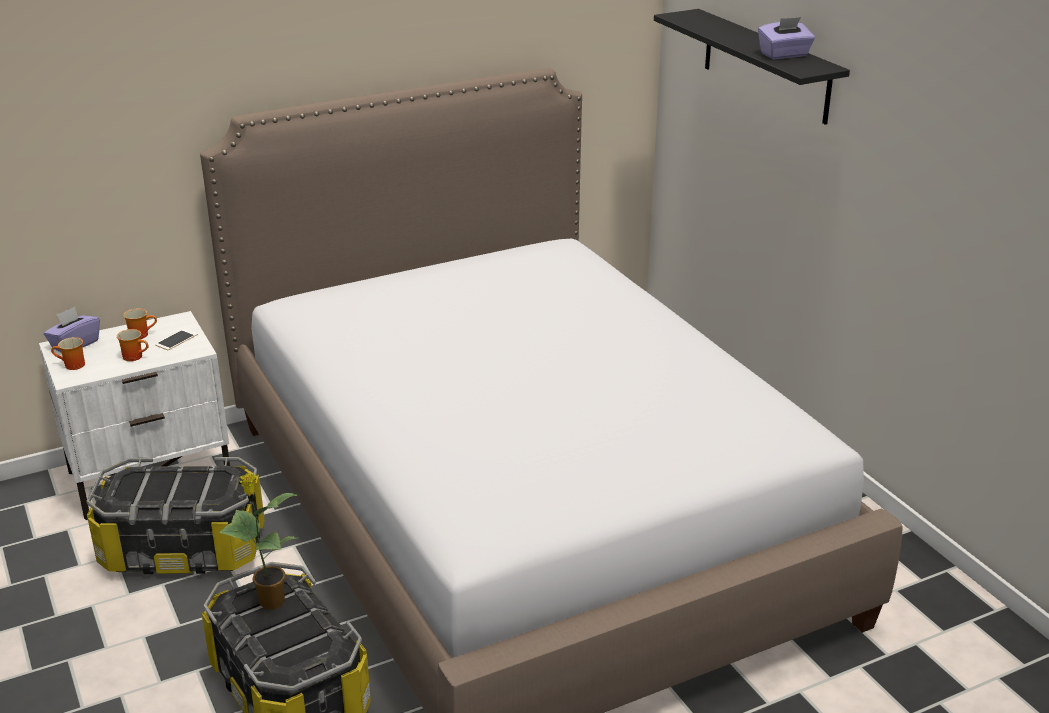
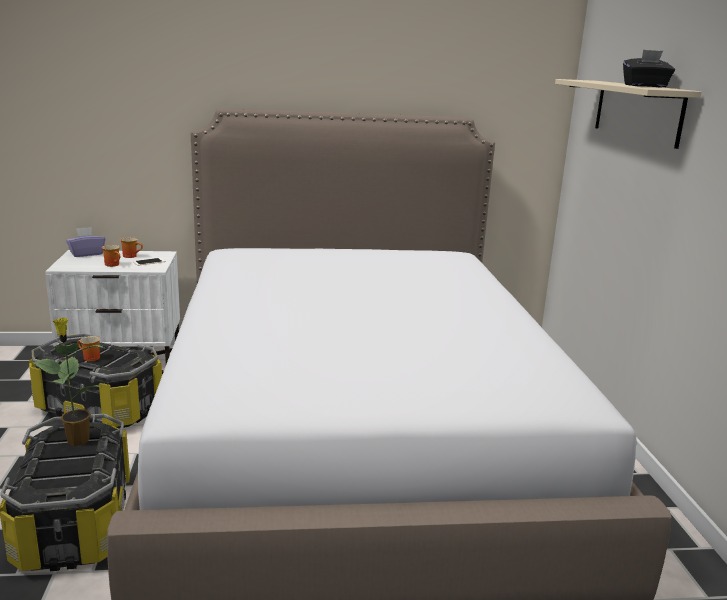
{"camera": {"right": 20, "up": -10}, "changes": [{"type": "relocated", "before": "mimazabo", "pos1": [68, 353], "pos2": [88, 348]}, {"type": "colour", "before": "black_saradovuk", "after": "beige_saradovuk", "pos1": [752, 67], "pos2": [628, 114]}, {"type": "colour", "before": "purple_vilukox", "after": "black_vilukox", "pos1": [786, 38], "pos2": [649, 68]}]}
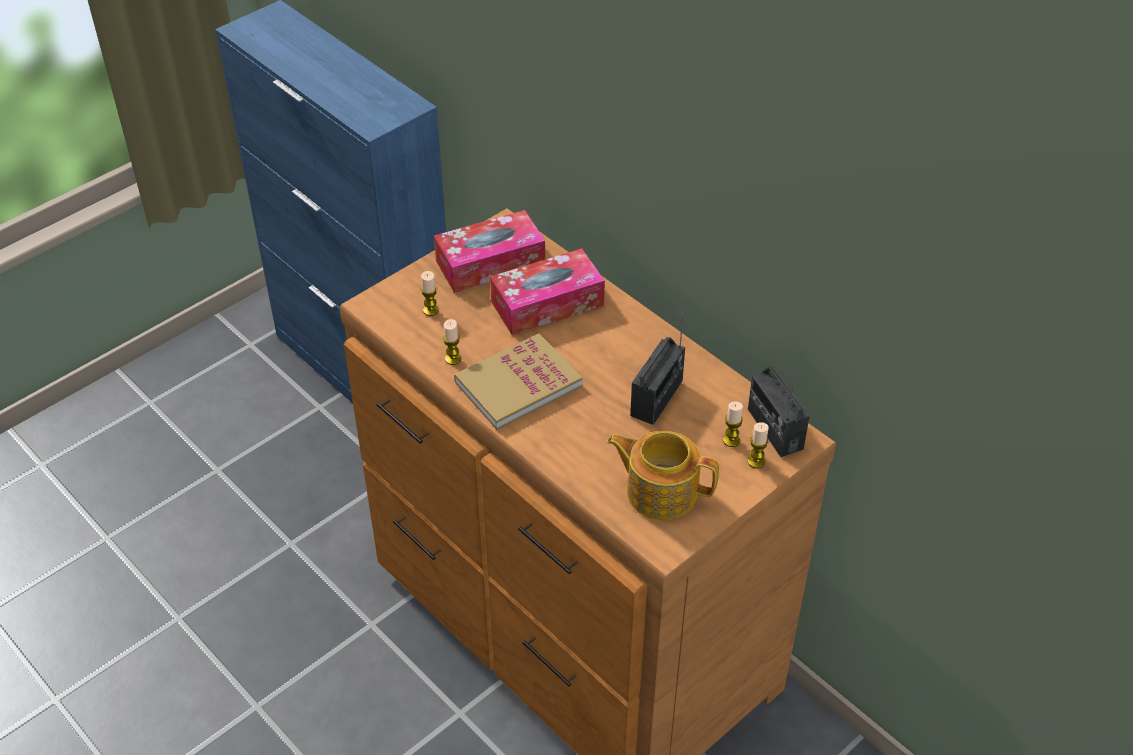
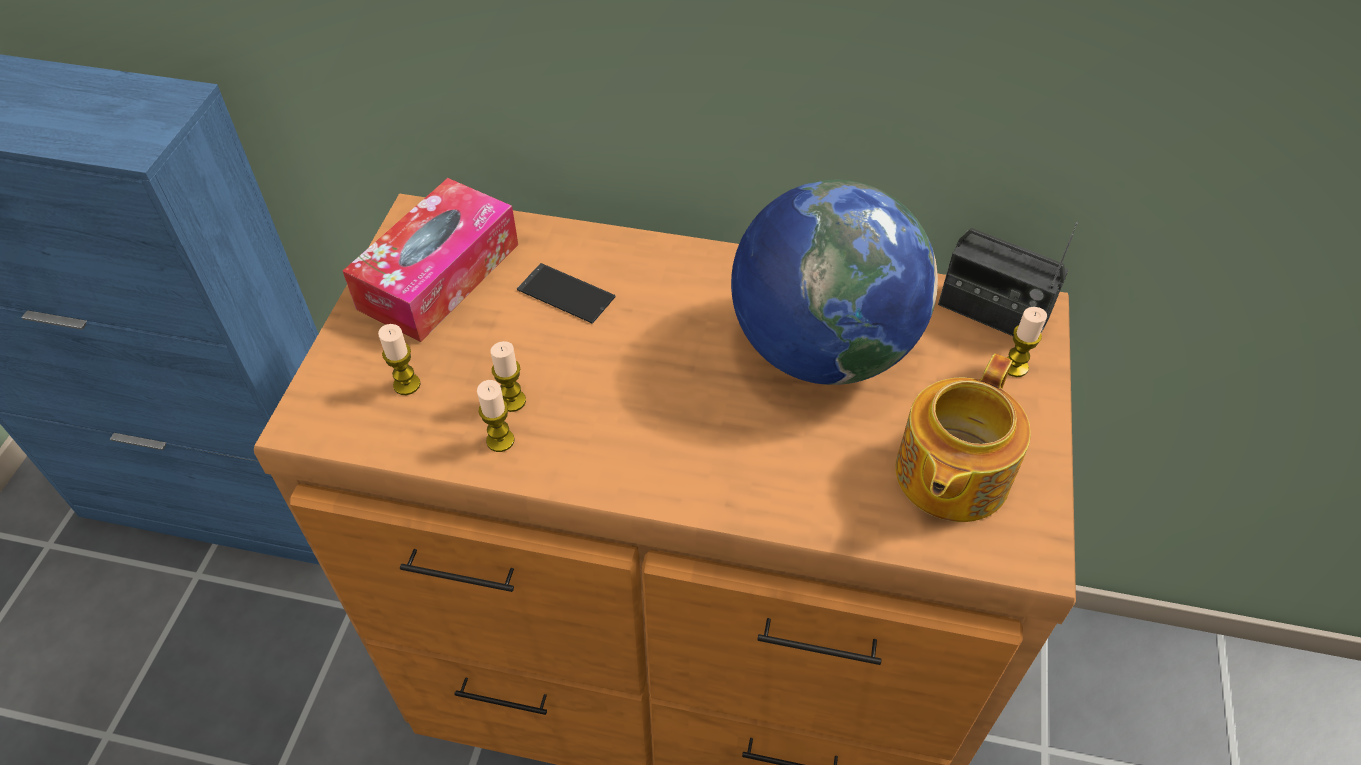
{"camera": {"right": -35, "up": 5}, "changes": [{"type": "missing", "before": "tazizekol", "pos1": [518, 381]}, {"type": "exchanged", "before": "vilukox", "after": "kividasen", "pos1": [547, 291], "pos2": [566, 293]}, {"type": "spun", "before": "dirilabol", "pos1": [663, 475], "pos2": [963, 438], "turn": -45}, {"type": "exchanged", "before": "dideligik", "after": "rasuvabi", "pos1": [657, 366], "pos2": [834, 282]}, {"type": "relocated", "before": "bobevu", "pos1": [733, 424], "pos2": [508, 376]}]}
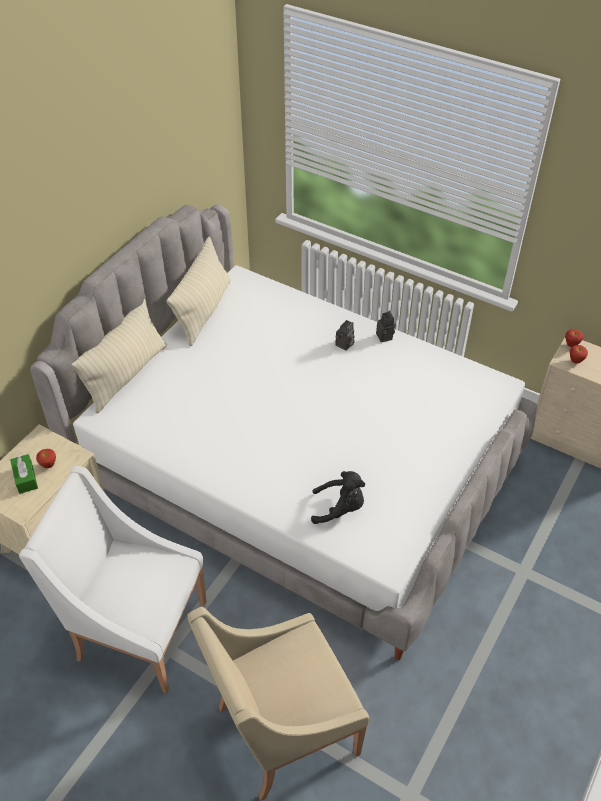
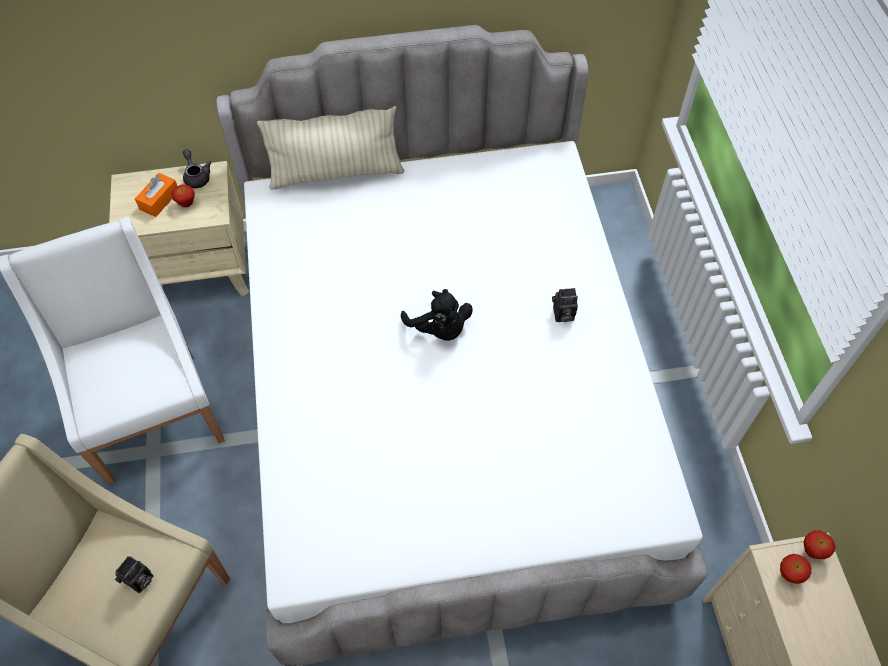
{"camera": {"right": 50, "up": 10}, "changes": [{"type": "colour", "before": "green_vilukox", "after": "orange_vilukox", "pos1": [24, 474], "pos2": [156, 195]}, {"type": "missing", "before": "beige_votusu", "pos1": [199, 291]}, {"type": "relocated", "before": "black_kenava", "pos1": [338, 497], "pos2": [437, 315]}, {"type": "relocated", "before": "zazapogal", "pos1": [386, 326], "pos2": [134, 574]}, {"type": "appeared", "after": "grey_dirilabol", "pos2": [197, 168]}]}
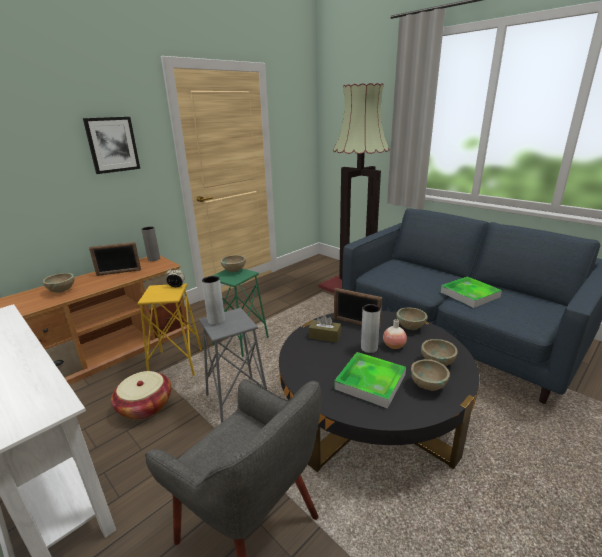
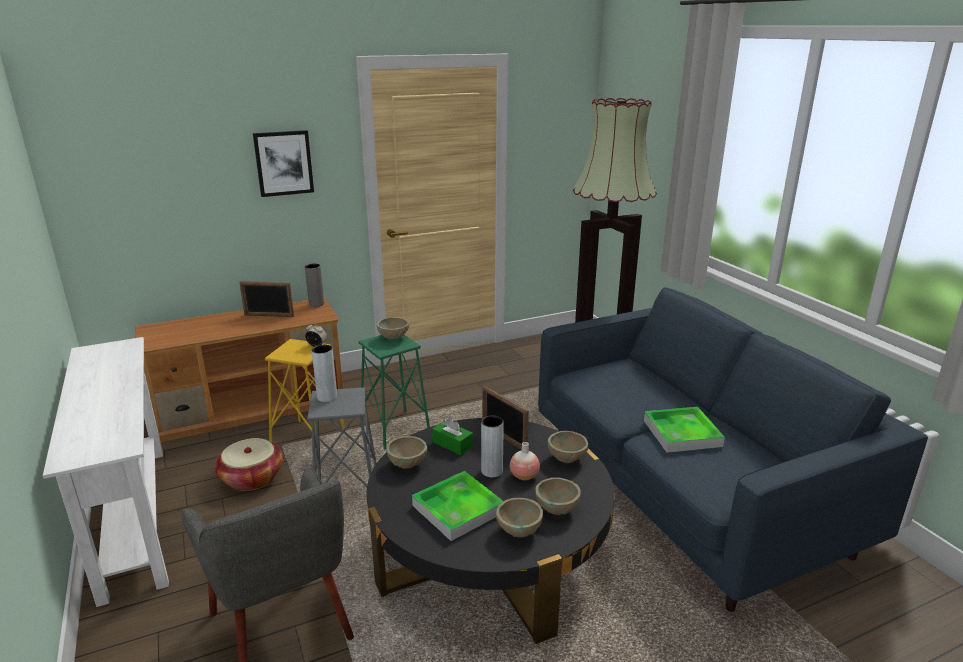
{"camera": {"right": 20, "up": 0}, "changes": [{"type": "relocated", "before": "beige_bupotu", "pos1": [59, 283], "pos2": [407, 452]}, {"type": "colour", "before": "brown_vilukox", "after": "green_vilukox", "pos1": [325, 329], "pos2": [452, 436]}]}
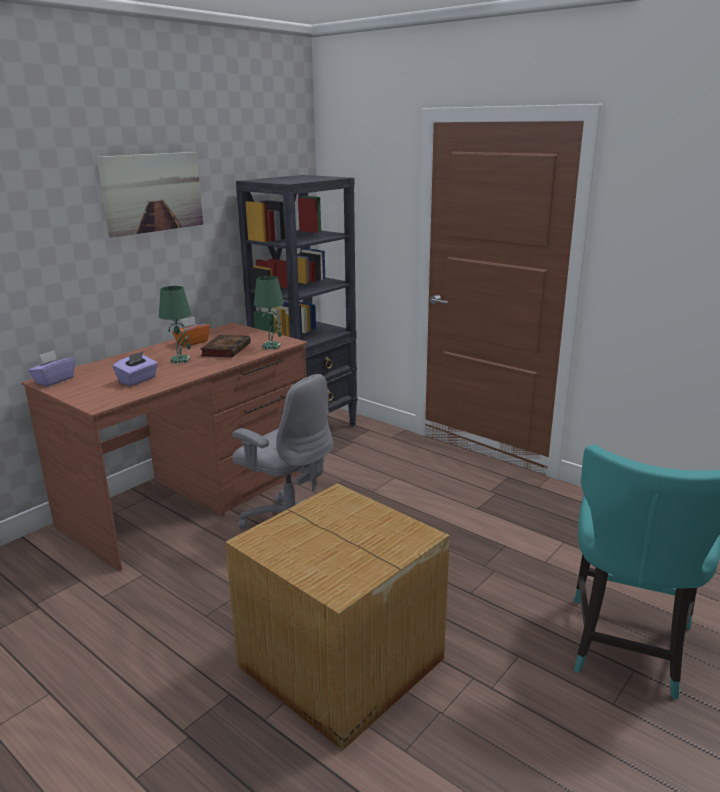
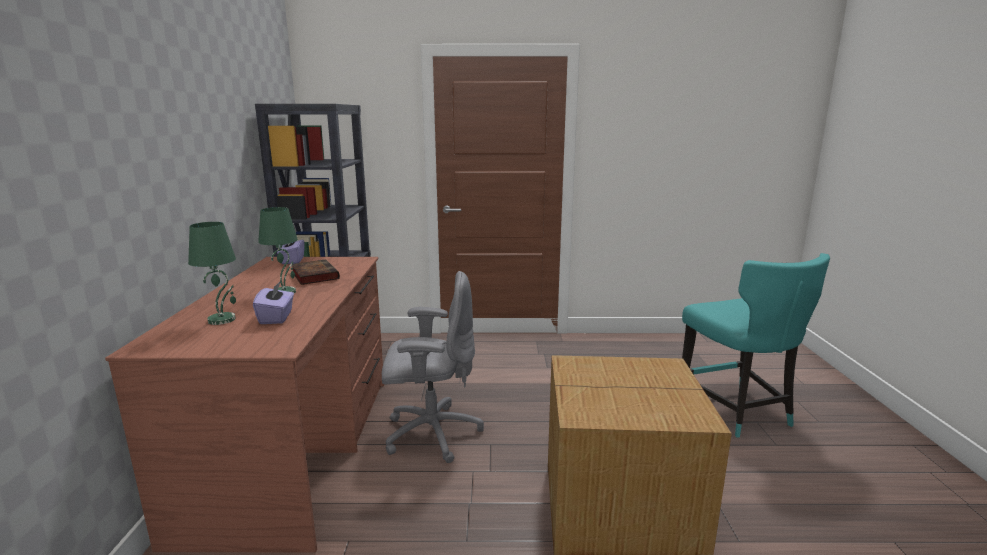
{"camera": {"right": -40, "up": -5}, "changes": [{"type": "relocated", "before": "purple_vilukox", "pos1": [52, 368], "pos2": [290, 252]}, {"type": "missing", "before": "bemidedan", "pos1": [150, 195]}, {"type": "missing", "before": "orange_vilukox", "pos1": [191, 332]}, {"type": "relocated", "before": "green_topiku", "pos1": [269, 313], "pos2": [212, 273]}]}
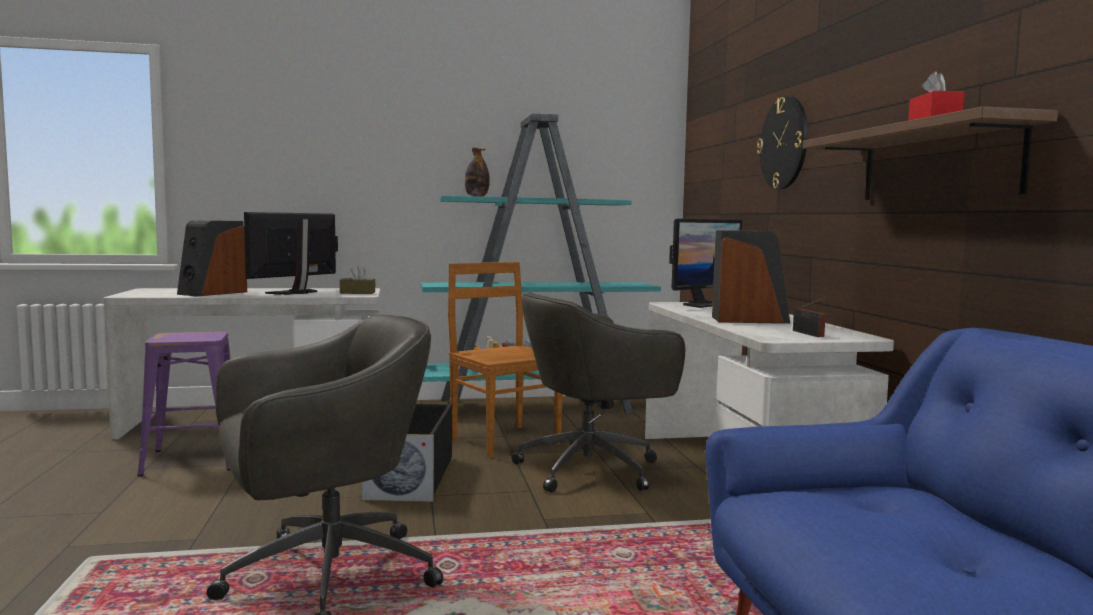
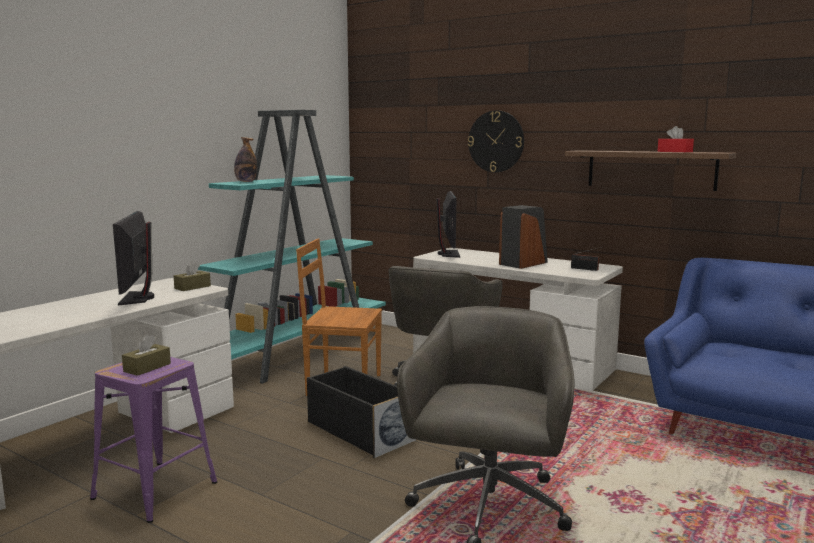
{"camera": {"right": -45, "up": 5}, "changes": [{"type": "missing", "before": "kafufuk", "pos1": [212, 258]}, {"type": "appeared", "after": "brown_vilukox", "pos2": [146, 355]}]}
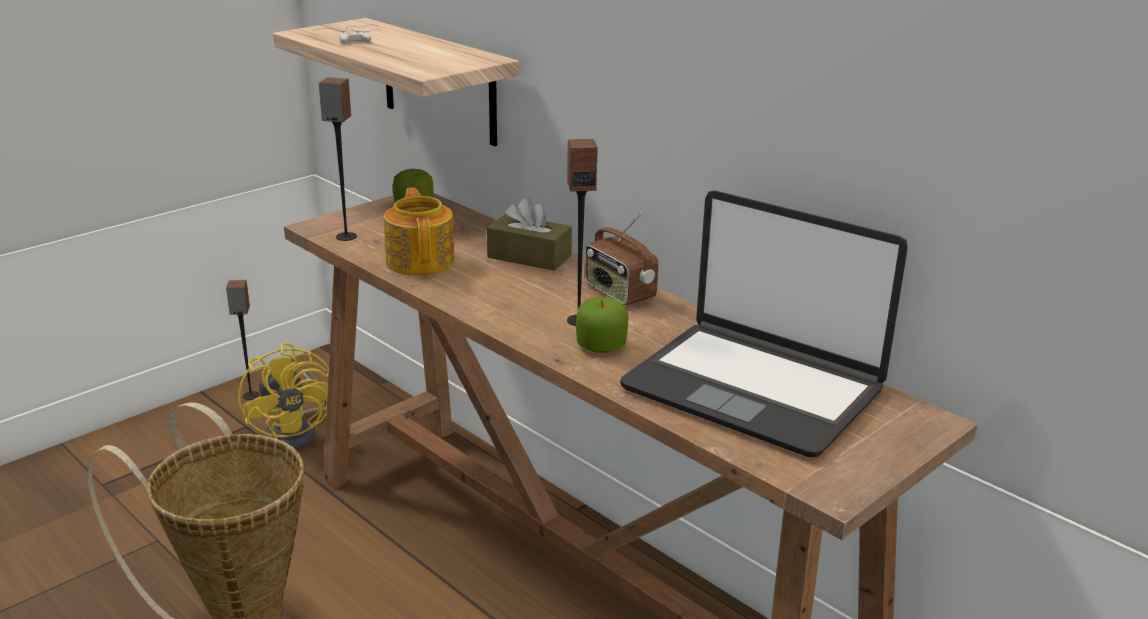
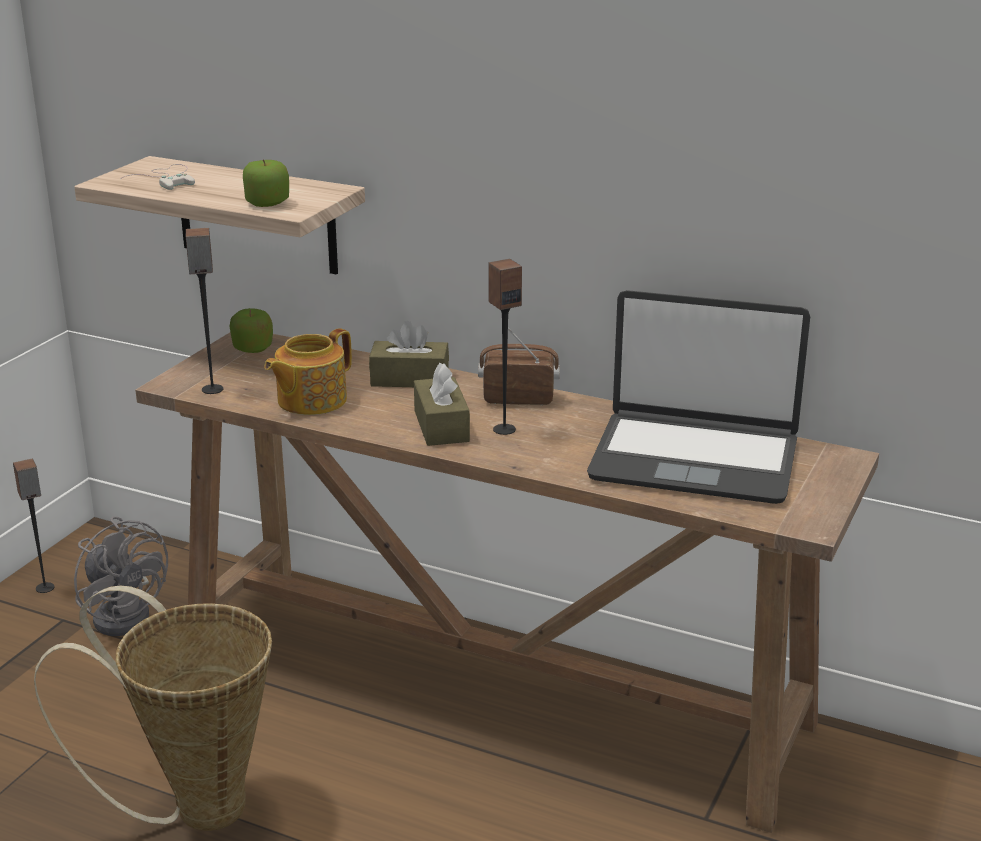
{"camera": {"right": -20, "up": 0}, "changes": [{"type": "colour", "before": "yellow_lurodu", "after": "grey_lurodu", "pos1": [283, 396], "pos2": [121, 576]}, {"type": "spun", "before": "dirilabol", "pos1": [419, 232], "pos2": [308, 371], "turn": -105}, {"type": "relocated", "before": "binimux", "pos1": [602, 325], "pos2": [266, 183]}, {"type": "spun", "before": "dideligik", "pos1": [621, 258], "pos2": [519, 366], "turn": 150}, {"type": "appeared", "after": "brown_vilukox", "pos2": [442, 404]}]}
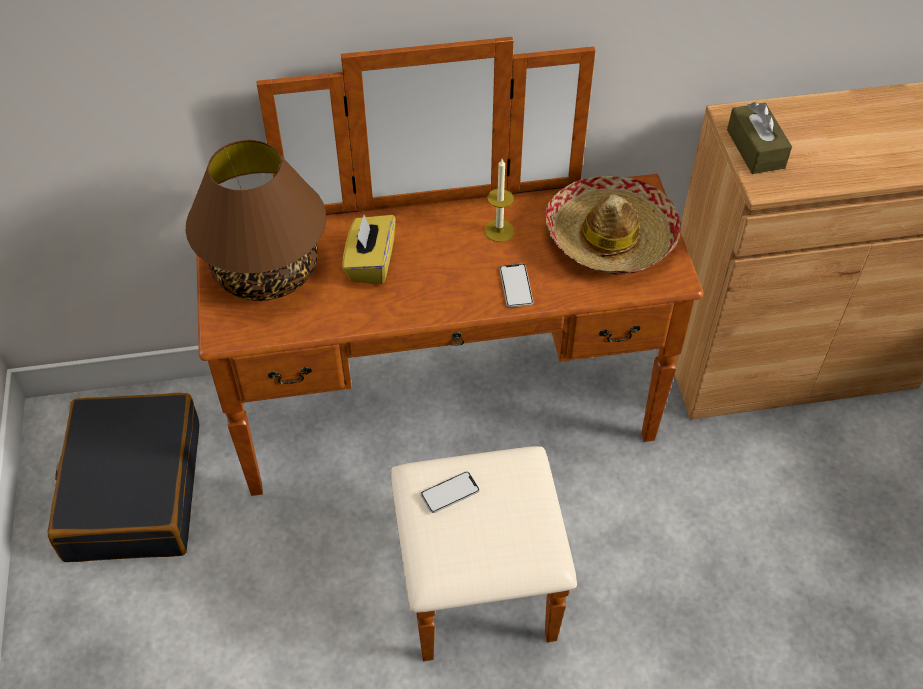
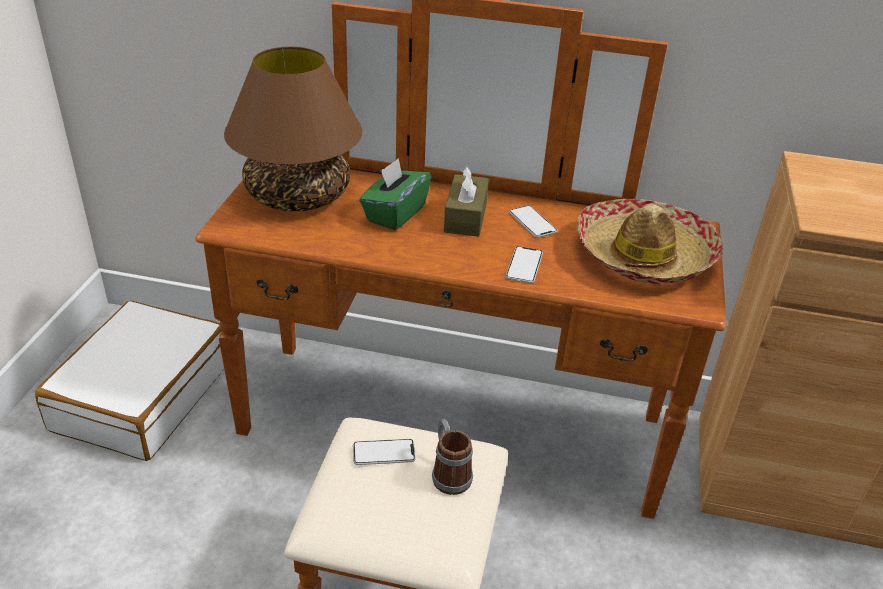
{"camera": {"right": 20, "up": -15}, "changes": [{"type": "colour", "before": "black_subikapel", "after": "white_subikapel", "pos1": [123, 477], "pos2": [129, 381]}, {"type": "colour", "before": "yellow_vilukox", "after": "green_vilukox", "pos1": [369, 249], "pos2": [395, 194]}, {"type": "exchanged", "before": "bobevu", "after": "kividasen", "pos1": [499, 200], "pos2": [533, 221]}, {"type": "relocated", "before": "brown_vilukox", "pos1": [759, 138], "pos2": [466, 201]}, {"type": "appeared", "after": "mimazabo", "pos2": [452, 457]}]}
